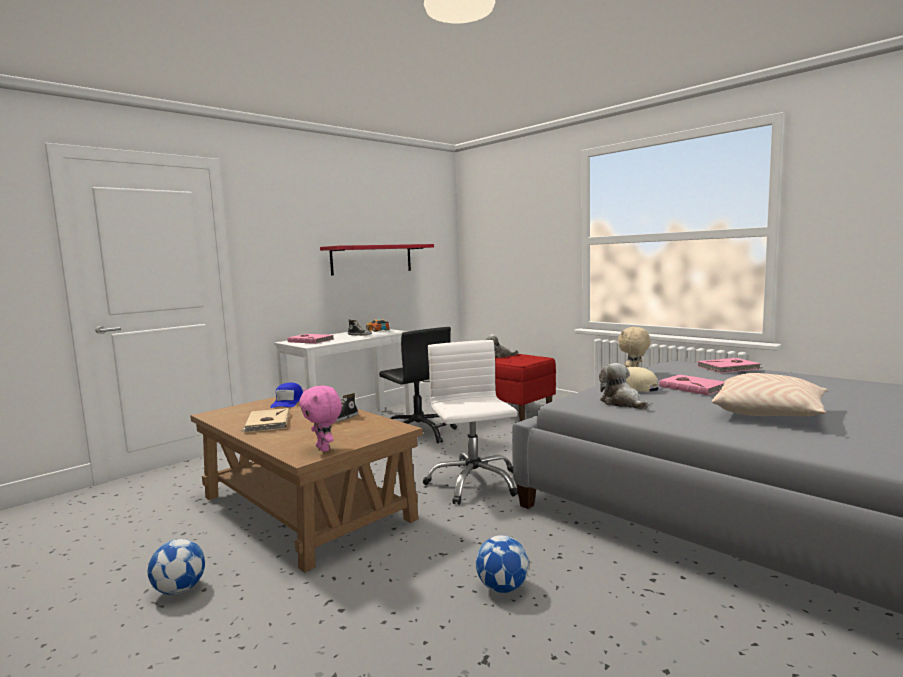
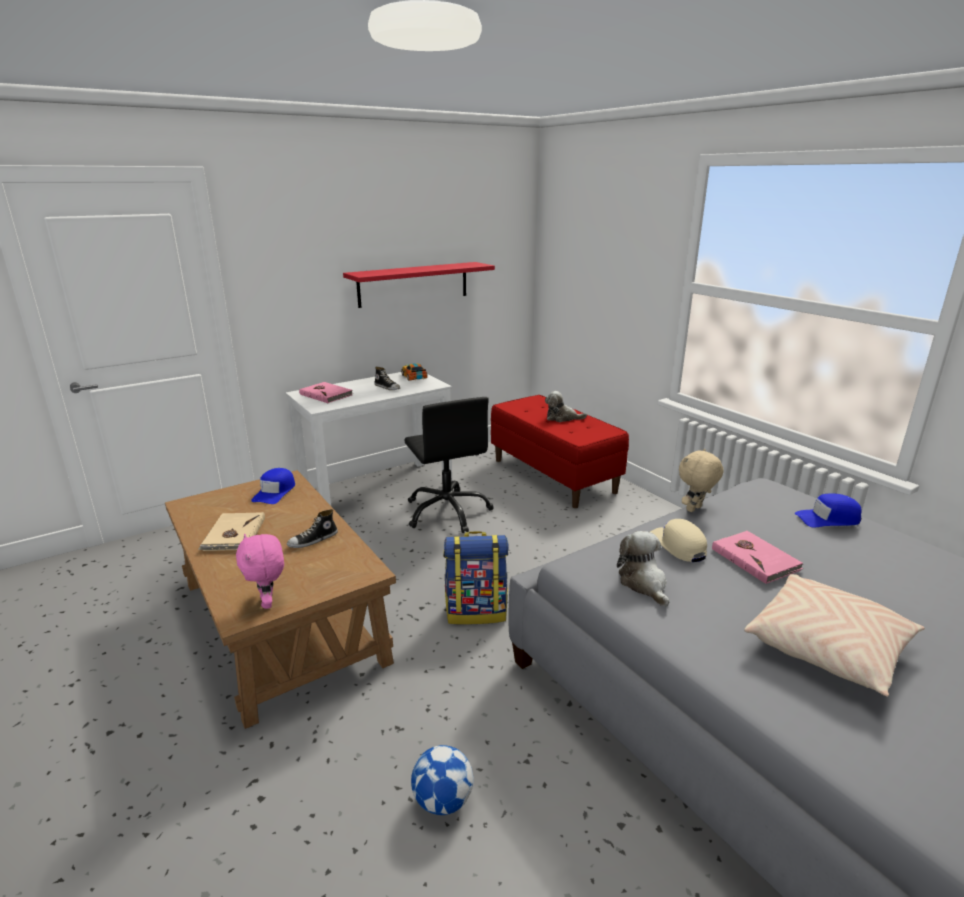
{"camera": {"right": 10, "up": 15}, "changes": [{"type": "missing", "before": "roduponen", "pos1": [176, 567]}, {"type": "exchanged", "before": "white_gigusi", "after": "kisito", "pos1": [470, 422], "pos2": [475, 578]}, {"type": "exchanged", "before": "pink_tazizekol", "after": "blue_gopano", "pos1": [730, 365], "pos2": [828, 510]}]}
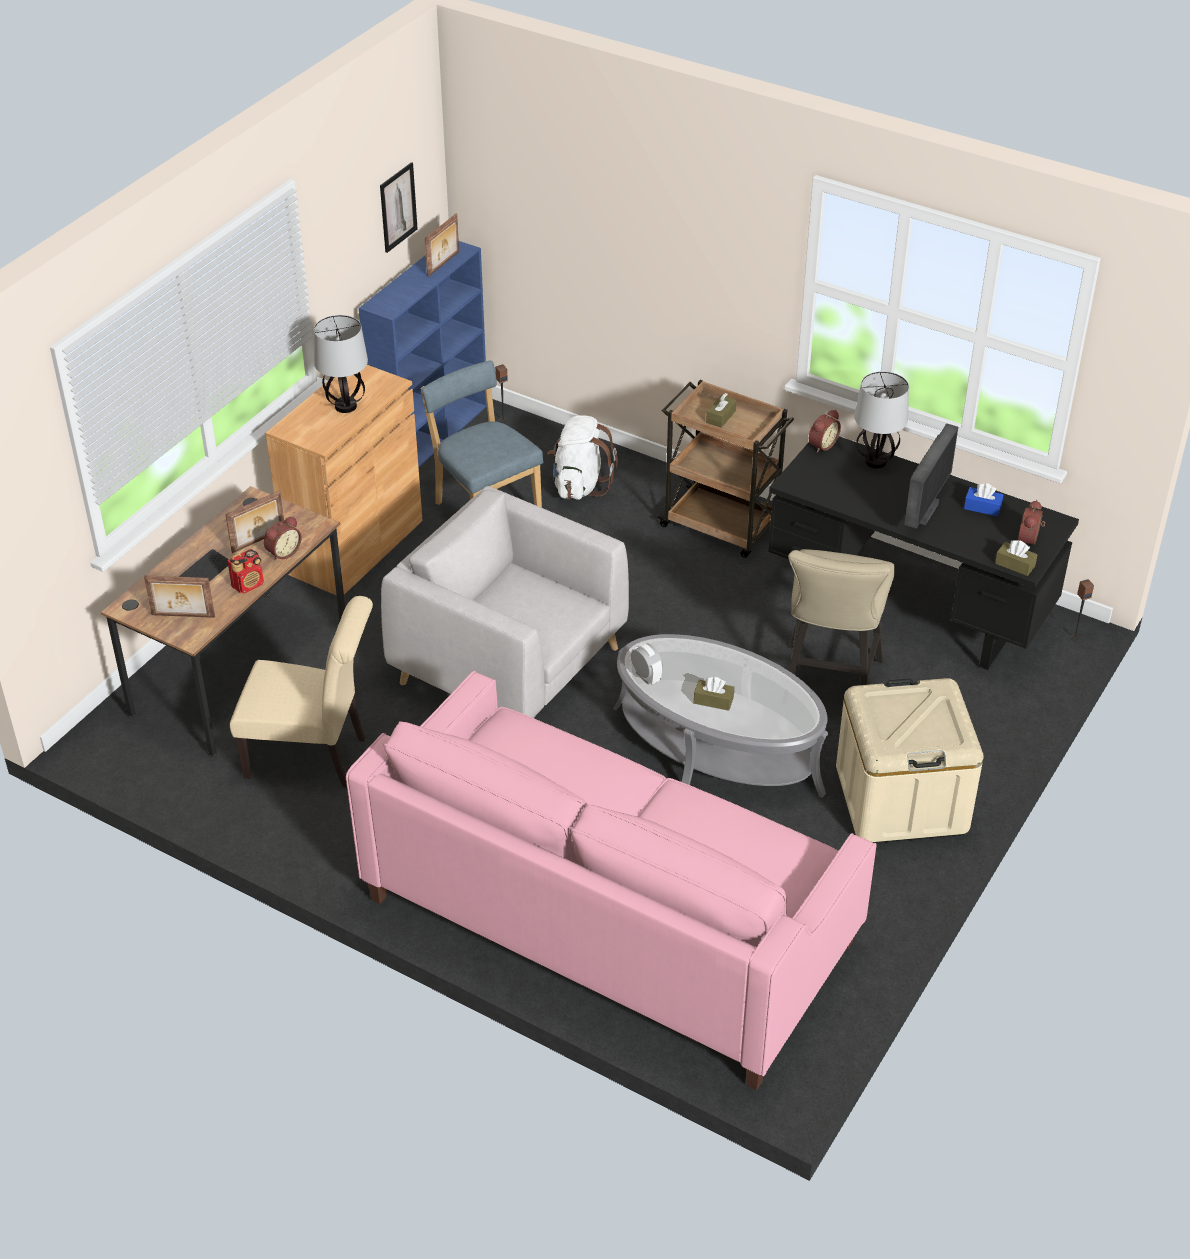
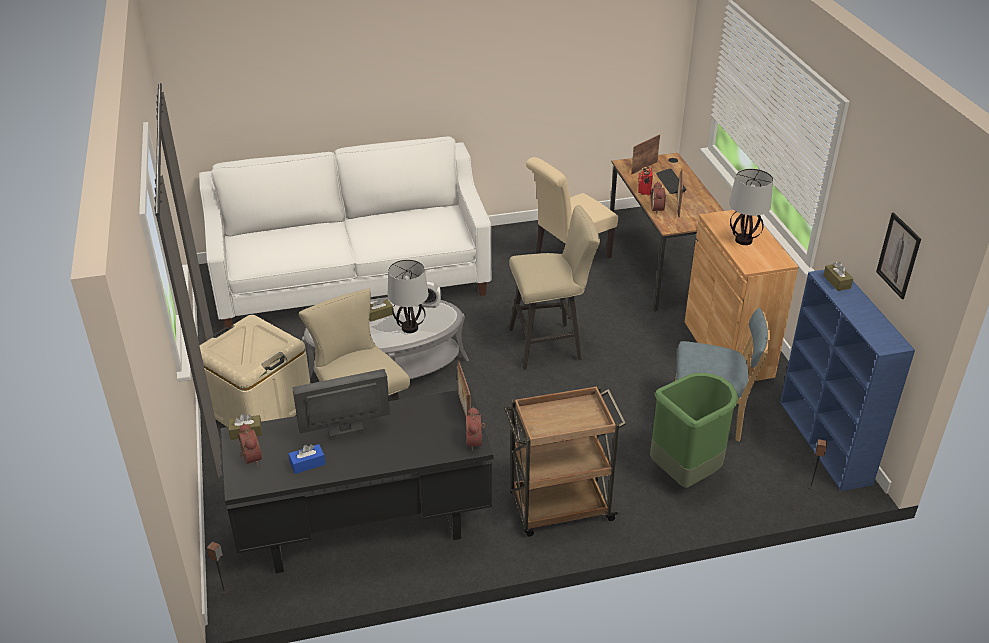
{"camera": {"right": 135, "up": -5}, "changes": [{"type": "colour", "before": "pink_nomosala", "after": "white_nomosala", "pos1": [611, 880], "pos2": [345, 234]}, {"type": "exchanged", "before": "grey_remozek", "after": "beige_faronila", "pos1": [505, 602], "pos2": [554, 287]}, {"type": "relocated", "before": "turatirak", "pos1": [442, 245], "pos2": [464, 388]}, {"type": "exchanged", "before": "white_kisito", "after": "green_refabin", "pos1": [582, 457], "pos2": [694, 430]}, {"type": "relocated", "before": "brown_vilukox", "pos1": [721, 410], "pos2": [838, 276]}, {"type": "relocated", "before": "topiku", "pos1": [881, 420], "pos2": [408, 296]}, {"type": "spun", "before": "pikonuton", "pos1": [931, 476], "pos2": [341, 404], "turn": 90}]}
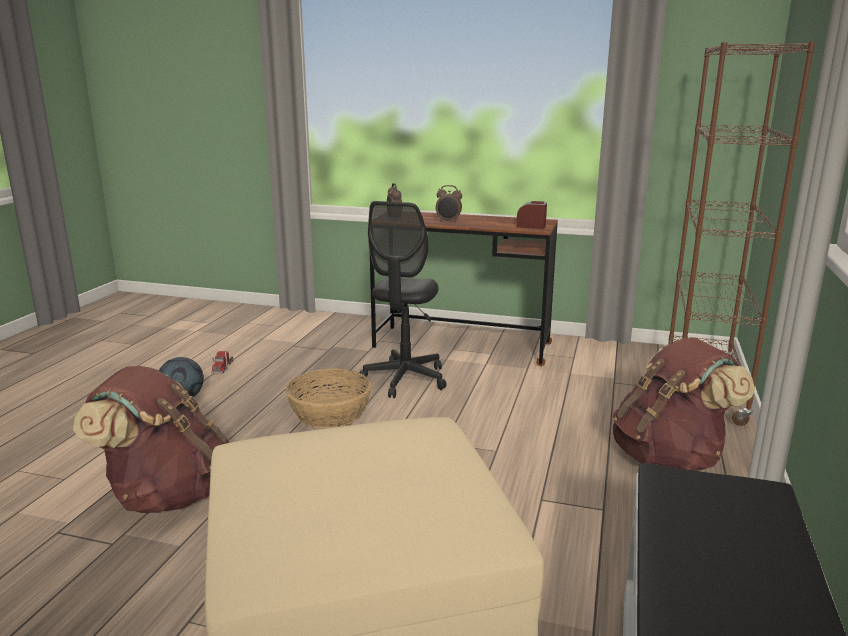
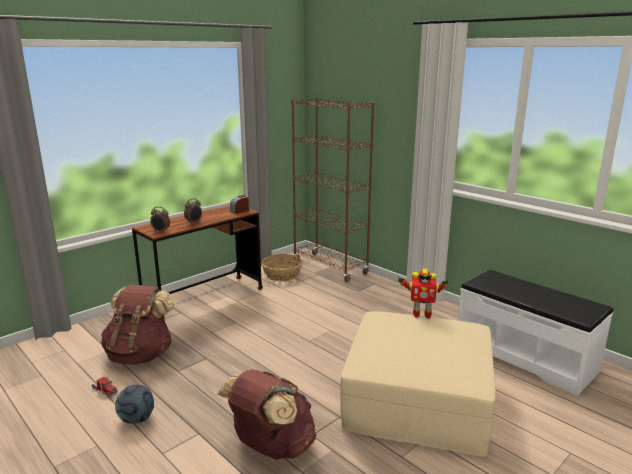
{"camera": {"right": -60, "up": 0}, "changes": [{"type": "relocated", "before": "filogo", "pos1": [328, 398], "pos2": [282, 267]}, {"type": "missing", "before": "black_gigusi", "pos1": [403, 299]}, {"type": "relocated", "before": "brown_kisito", "pos1": [683, 404], "pos2": [138, 324]}, {"type": "appeared", "after": "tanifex", "pos2": [423, 293]}]}
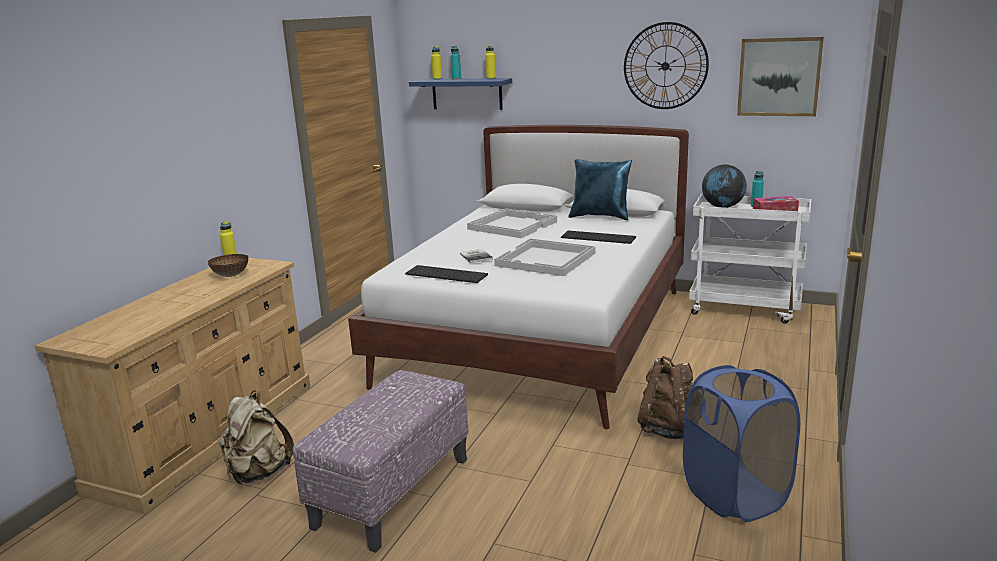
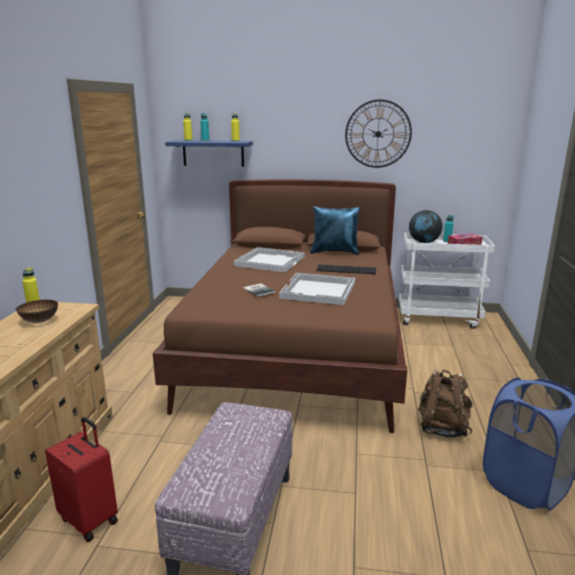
{"camera": {"right": -15, "up": 0}, "changes": [{"type": "exchanged", "before": "beige_kisito", "after": "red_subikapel", "pos1": [256, 437], "pos2": [81, 479]}, {"type": "colour", "before": "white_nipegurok", "after": "brown_nipegurok", "pos1": [518, 277], "pos2": [280, 306]}, {"type": "missing", "before": "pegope", "pos1": [446, 274]}, {"type": "missing", "before": "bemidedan", "pos1": [780, 76]}]}
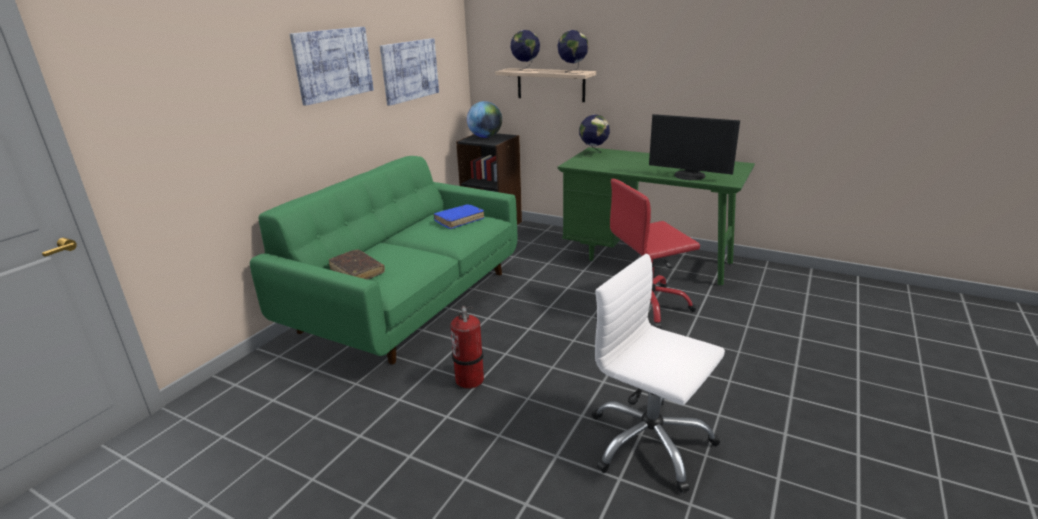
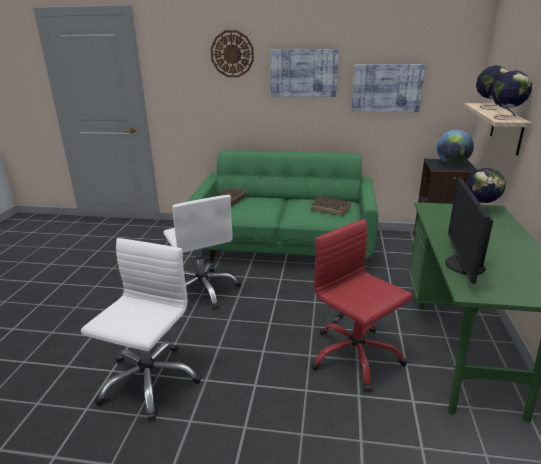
{"camera": {"right": 70, "up": 0}, "changes": [{"type": "colour", "before": "blue_tazizekol", "after": "brown_tazizekol", "pos1": [458, 216], "pos2": [331, 206]}, {"type": "exchanged", "before": "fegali", "after": "white_gigusi", "pos1": [467, 347], "pos2": [202, 252]}, {"type": "appeared", "after": "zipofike", "pos2": [232, 53]}]}
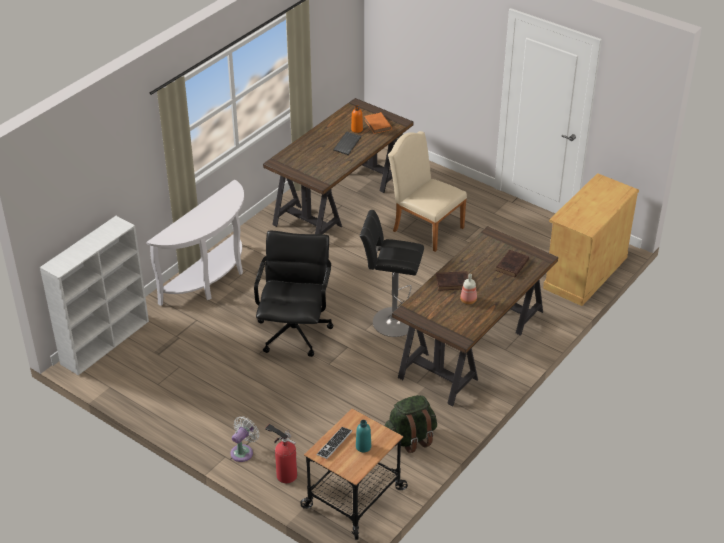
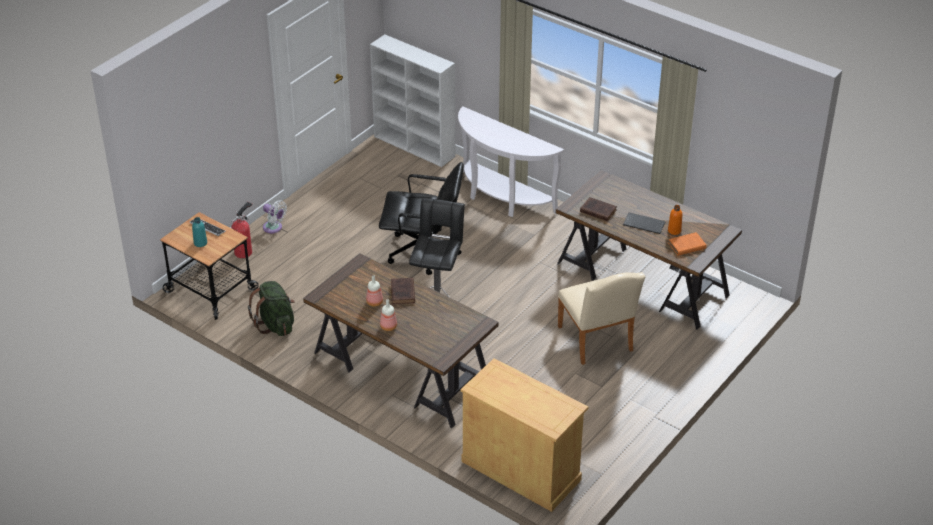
{"camera": {"right": 90, "up": 0}, "changes": [{"type": "spun", "before": "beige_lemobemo", "pos1": [427, 191], "pos2": [601, 318], "turn": 120}, {"type": "relocated", "before": "brown_tazizekol", "pos1": [512, 263], "pos2": [598, 209]}, {"type": "appeared", "after": "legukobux", "pos2": [388, 315]}]}
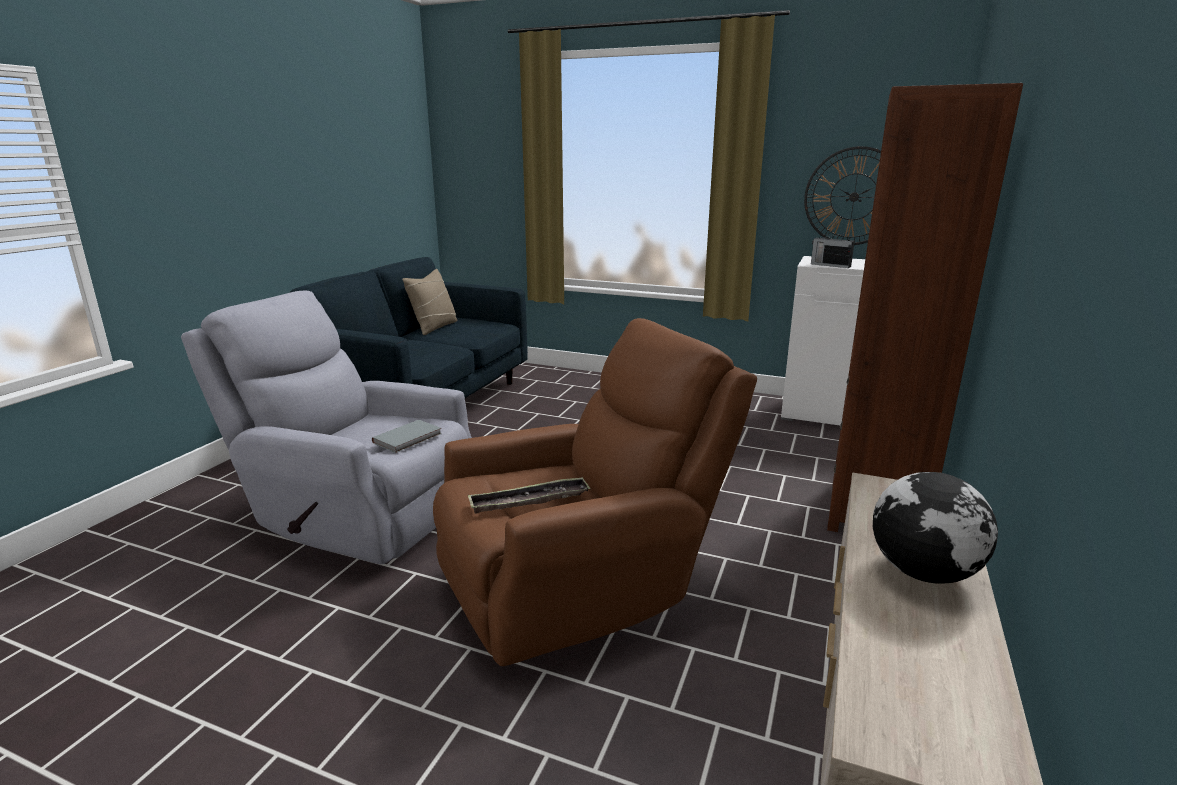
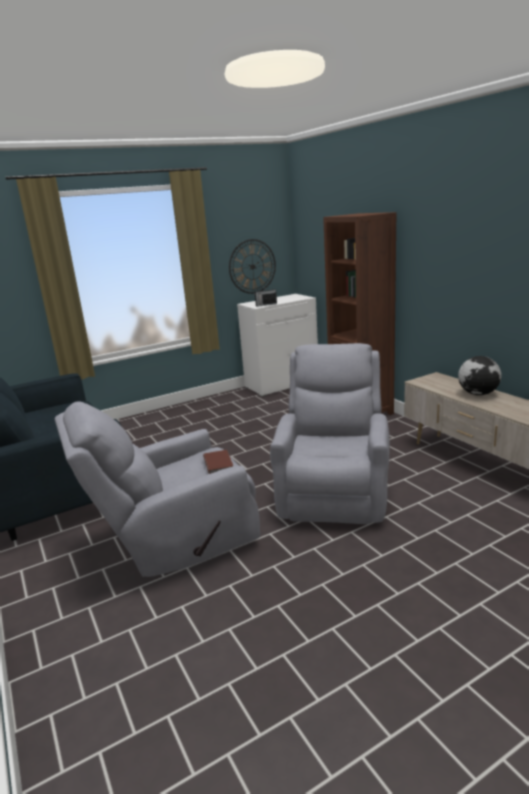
{"camera": {"right": -50, "up": 0}, "changes": [{"type": "colour", "before": "grey_tazizekol", "after": "brown_tazizekol", "pos1": [406, 436], "pos2": [218, 462]}, {"type": "missing", "before": "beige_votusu", "pos1": [429, 302]}, {"type": "colour", "before": "brown_remozek", "after": "grey_remozek", "pos1": [595, 492], "pos2": [330, 433]}, {"type": "missing", "before": "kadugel", "pos1": [529, 495]}]}
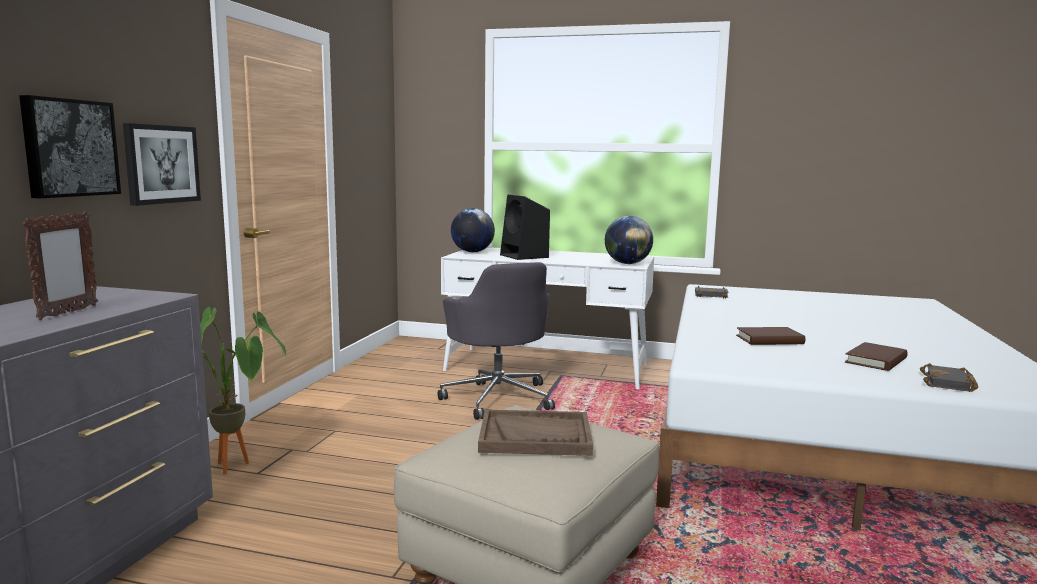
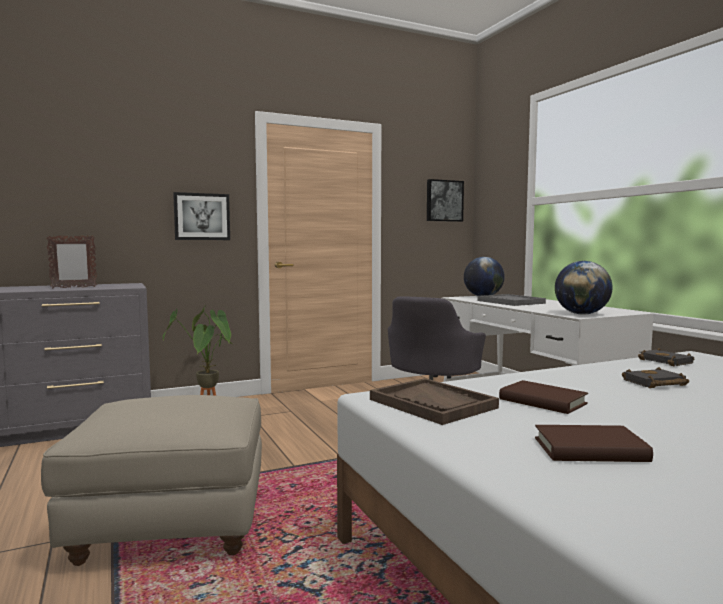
{"camera": {"right": 50, "up": -5}, "changes": [{"type": "relocated", "before": "bemidedan", "pos1": [70, 146], "pos2": [445, 200]}, {"type": "relocated", "before": "brown_kadugel", "pos1": [535, 433], "pos2": [434, 401]}, {"type": "exchanged", "before": "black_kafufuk", "after": "grey_kadugel", "pos1": [525, 227], "pos2": [511, 300]}, {"type": "relocated", "before": "black_tazizekol", "pos1": [949, 377], "pos2": [655, 377]}]}
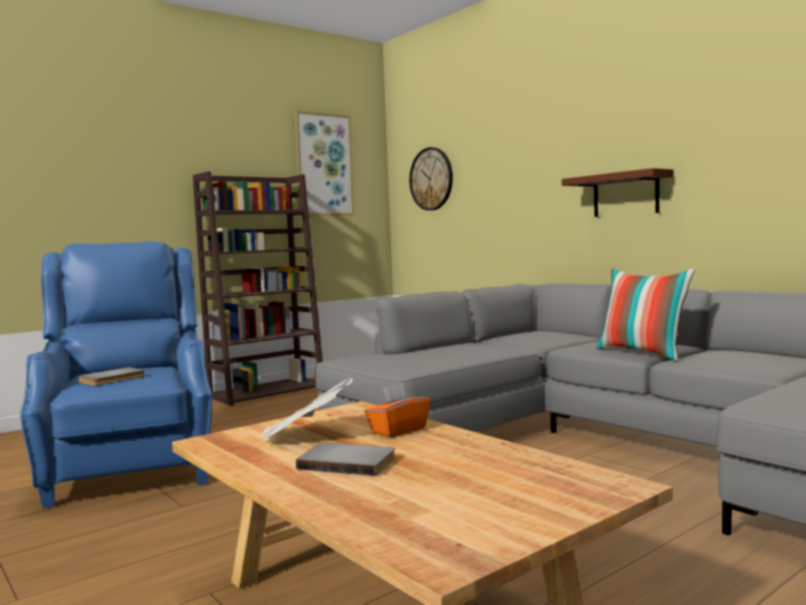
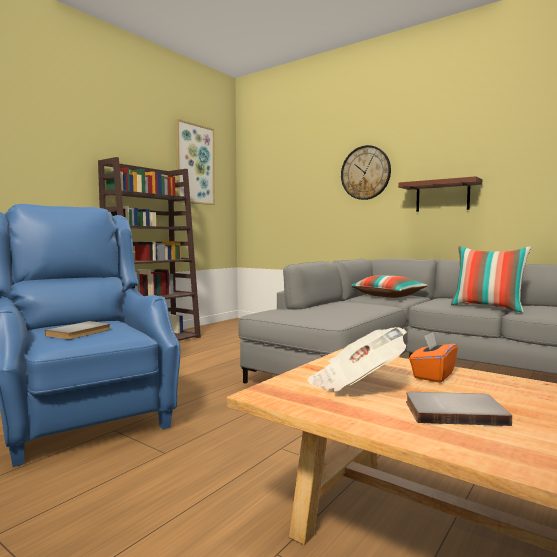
{"camera": {"right": -15, "up": 0}, "changes": [{"type": "relocated", "before": "zipofike", "pos1": [431, 179], "pos2": [366, 172]}, {"type": "appeared", "after": "votusu", "pos2": [389, 286]}]}
